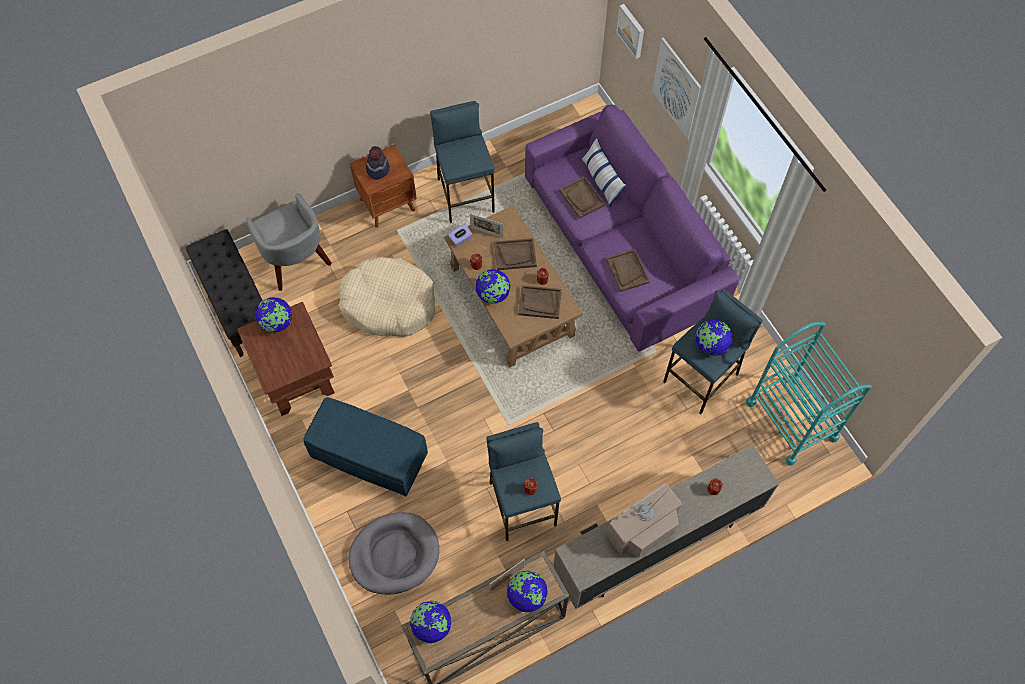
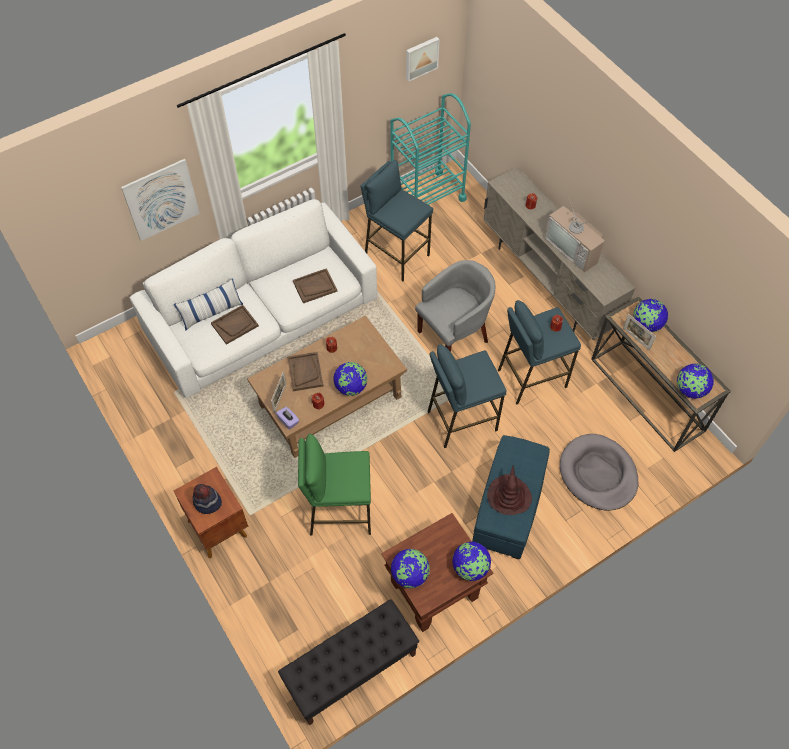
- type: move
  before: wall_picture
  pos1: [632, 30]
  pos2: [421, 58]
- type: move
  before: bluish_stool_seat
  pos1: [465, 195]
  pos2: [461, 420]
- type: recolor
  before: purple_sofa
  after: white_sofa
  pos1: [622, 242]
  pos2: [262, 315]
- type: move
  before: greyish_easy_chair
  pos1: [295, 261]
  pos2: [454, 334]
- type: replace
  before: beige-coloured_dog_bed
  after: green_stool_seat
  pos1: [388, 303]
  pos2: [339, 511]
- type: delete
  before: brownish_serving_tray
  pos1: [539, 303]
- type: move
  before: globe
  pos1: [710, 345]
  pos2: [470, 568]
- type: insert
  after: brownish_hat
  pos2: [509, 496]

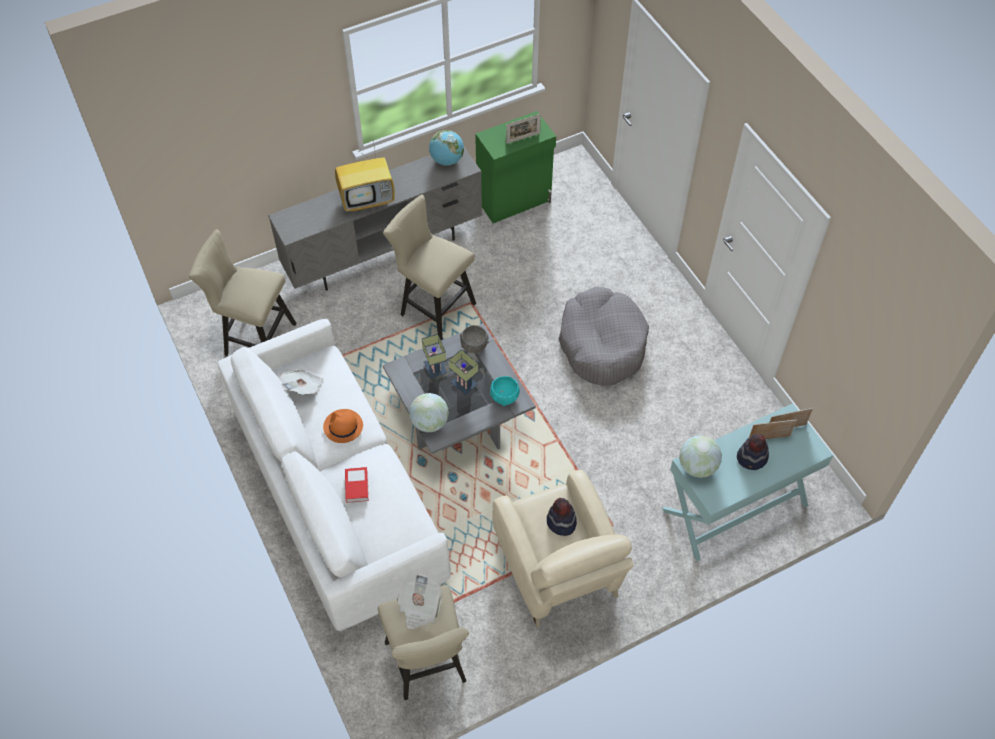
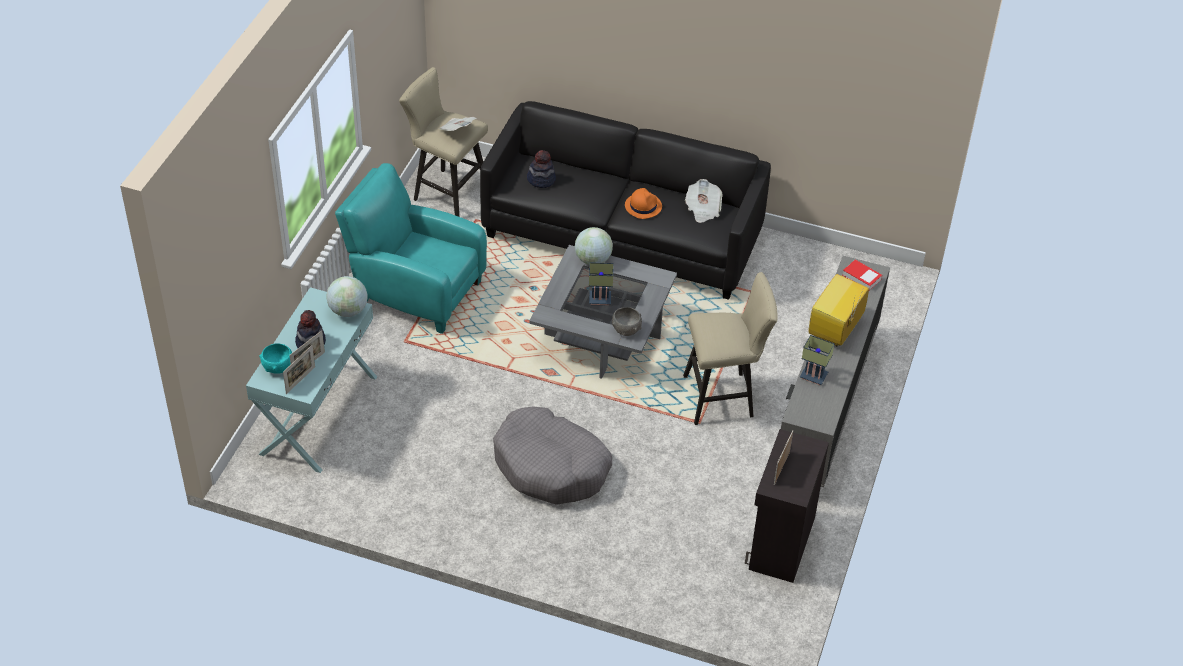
- type: recolor
  before: green_cupboard
  after: black-coloured_cupboard
  pos1: [515, 200]
  pos2: [780, 543]
- type: delete
  before: globe
  pos1: [447, 160]
- type: delete
  before: beige-coloured_stool_seat
  pos1: [255, 339]
- type: recolor
  before: white_sofa
  after: black-coloured_sofa
  pos1: [338, 494]
  pos2: [623, 235]
- type: move
  before: table_lamp
  pos1: [434, 368]
  pos2: [815, 376]
- type: move
  before: turquoise_serving_bowl
  pos1: [504, 397]
  pos2: [278, 367]
- type: move
  before: book
  pos1: [357, 486]
  pos2: [861, 277]
- type: recolor
  before: beige-coloured_easy_chair
  after: turquoise_easy_chair
  pos1: [558, 571]
  pos2: [415, 290]
- type: move
  before: hat
  pos1: [561, 522]
  pos2: [541, 179]

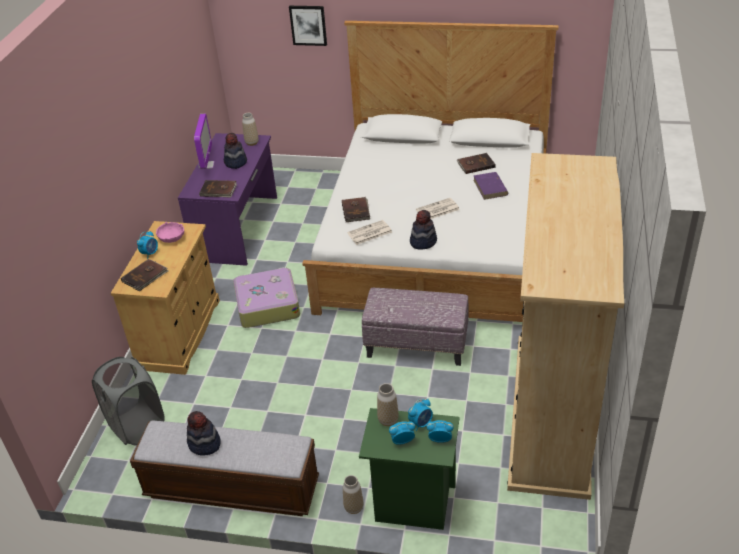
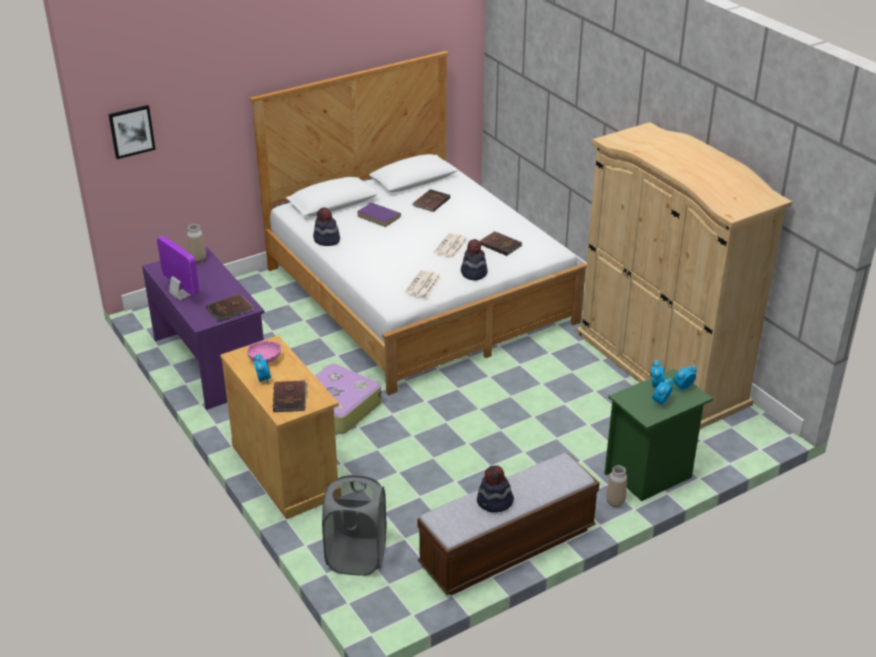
- type: move
  before: wall_picture
  pos1: [308, 25]
  pos2: [131, 131]
- type: move
  before: hat
  pos1: [235, 162]
  pos2: [326, 240]
- type: move
  before: purple_book
  pos1: [490, 188]
  pos2: [379, 216]
- type: move
  before: brownish_book
  pos1: [356, 211]
  pos2: [500, 245]
- type: delete
  before: pouffe
  pos1: [417, 345]
- type: delete
  before: decorative_vase
  pos1: [388, 420]

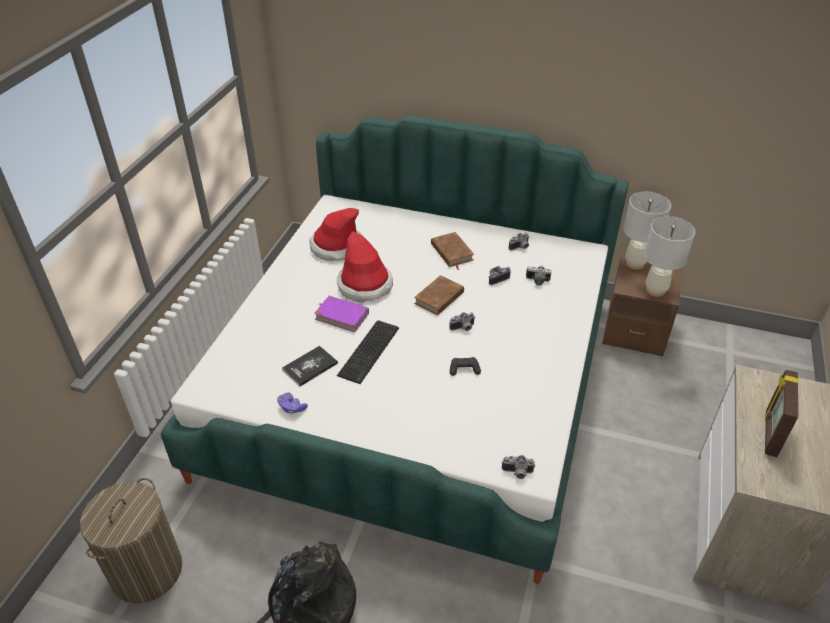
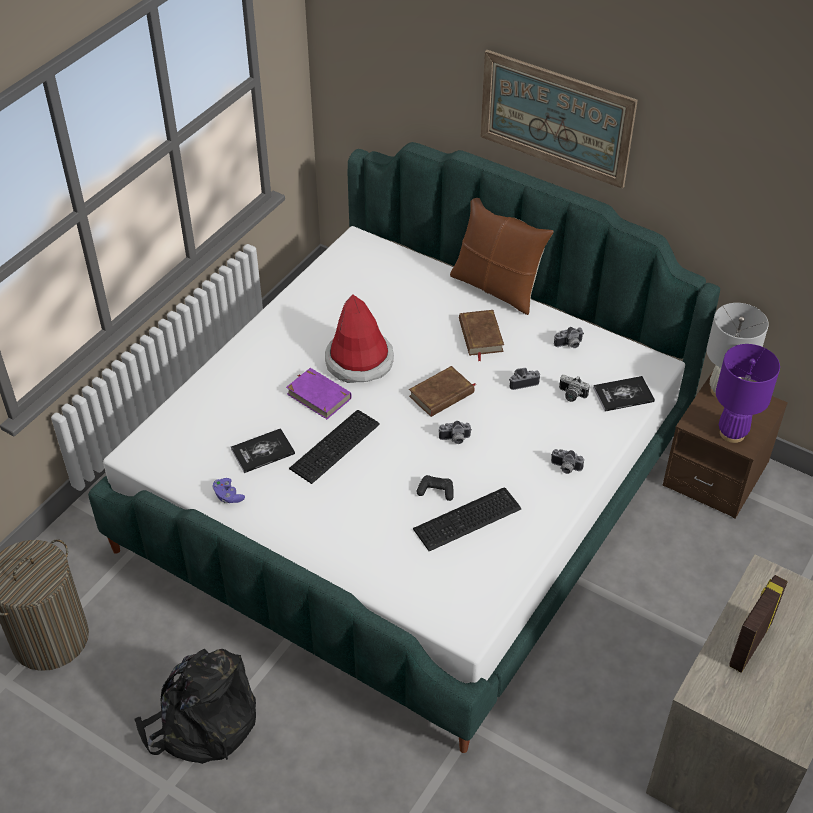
- type: delete
  before: hat
  pos1: [336, 246]
- type: recolor
  before: white_table_lamp
  after: purple_table_lamp
  pos1: [655, 290]
  pos2: [732, 433]
- type: move
  before: photo_camera
  pos1: [517, 473]
  pos2: [565, 468]
- type: insert
  after: wall_picture
  pos2: [556, 118]
- type: insert
  after: brownish_pillow
  pos2: [496, 288]
- type: insert
  after: book
  pos2: [623, 395]
- type: insert
  after: computer_keyboard
  pos2: [469, 520]

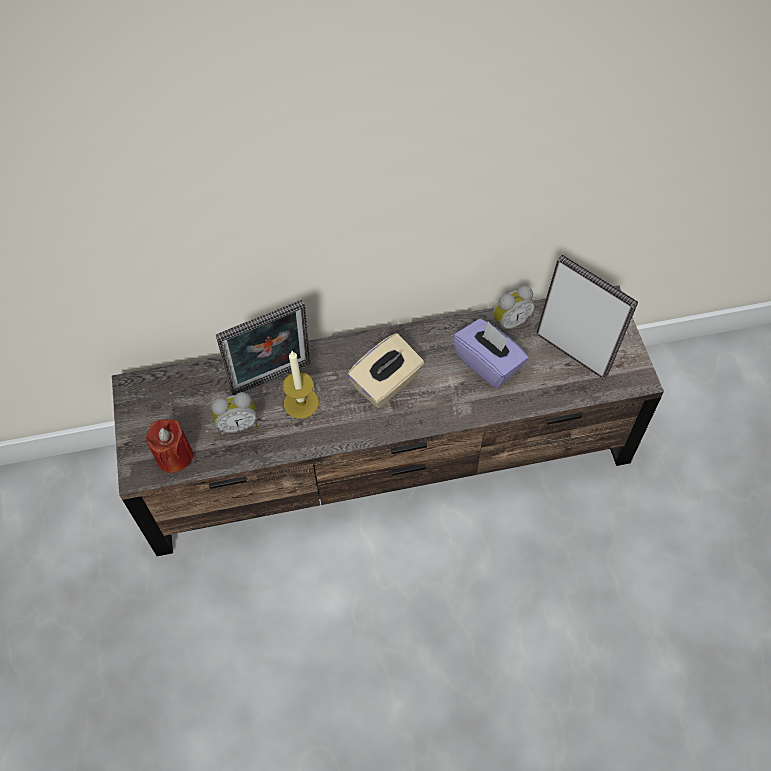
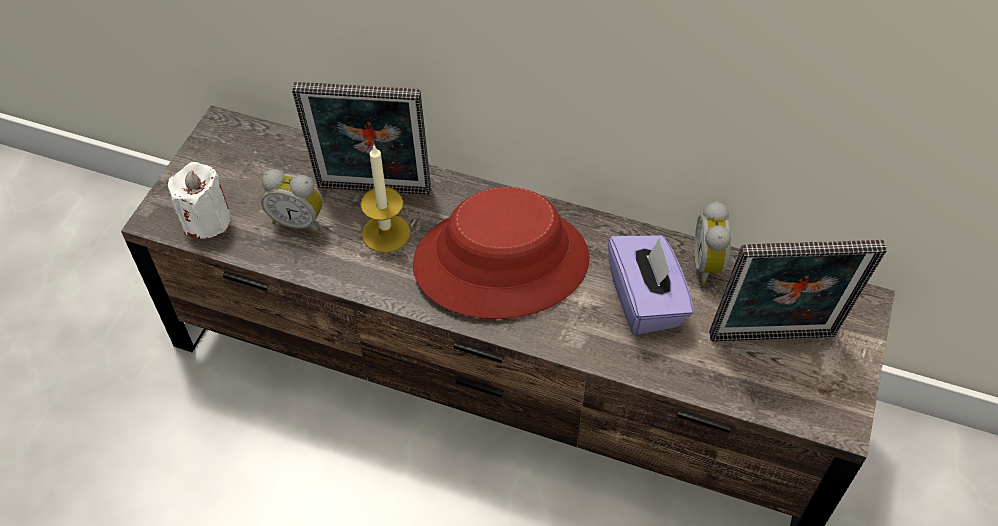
- type: rotate
  before: picture_frame
  pos1: [574, 350]
  pos2: [773, 341]
  turn: 105
- type: rotate
  before: table_clock
  pos1: [510, 322]
  pos2: [710, 265]
  turn: 90
- type: replace
  before: beige-coloured_tissue_holder
  after: red-coloured_hat
  pos1: [387, 383]
  pos2: [501, 261]
- type: recolor
  before: red-coloured_wax_light
  after: white_wax_light
  pos1: [174, 456]
  pos2: [206, 220]

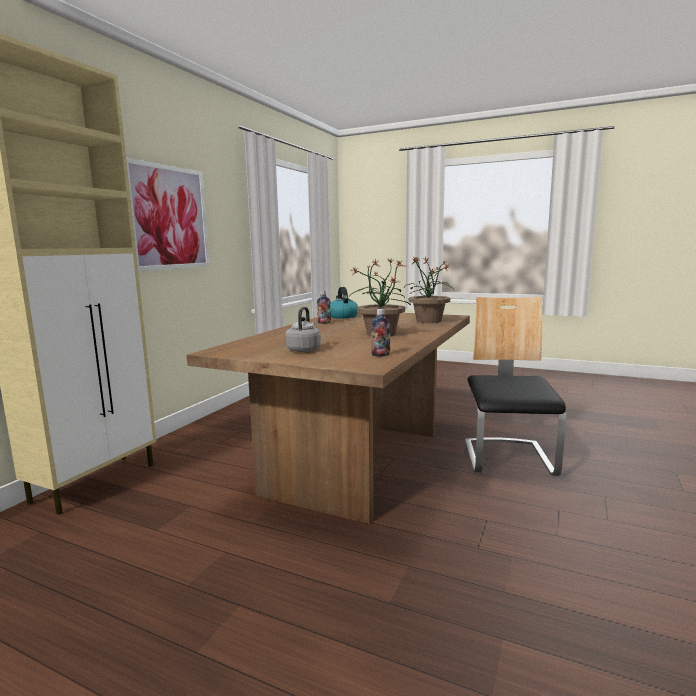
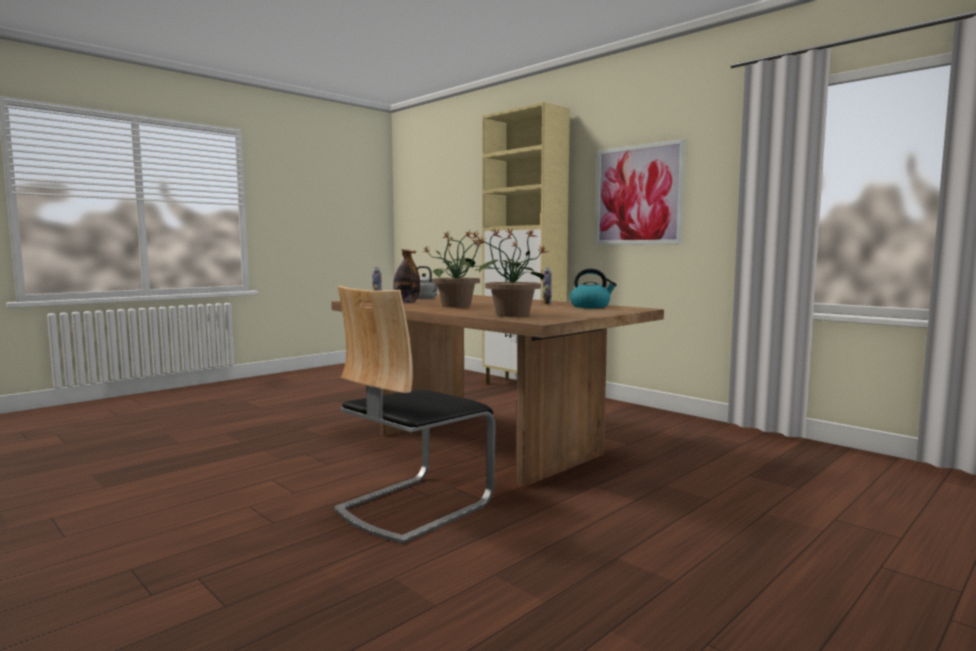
- type: rotate
  before: upright_chair
  pos1: [508, 458]
  pos2: [413, 506]
  turn: 105
- type: insert
  after: bottle
  pos2: [406, 302]

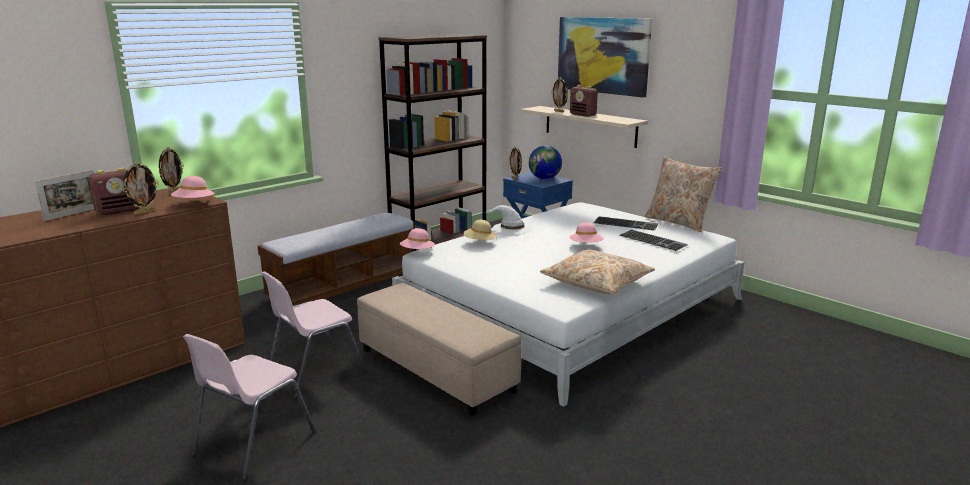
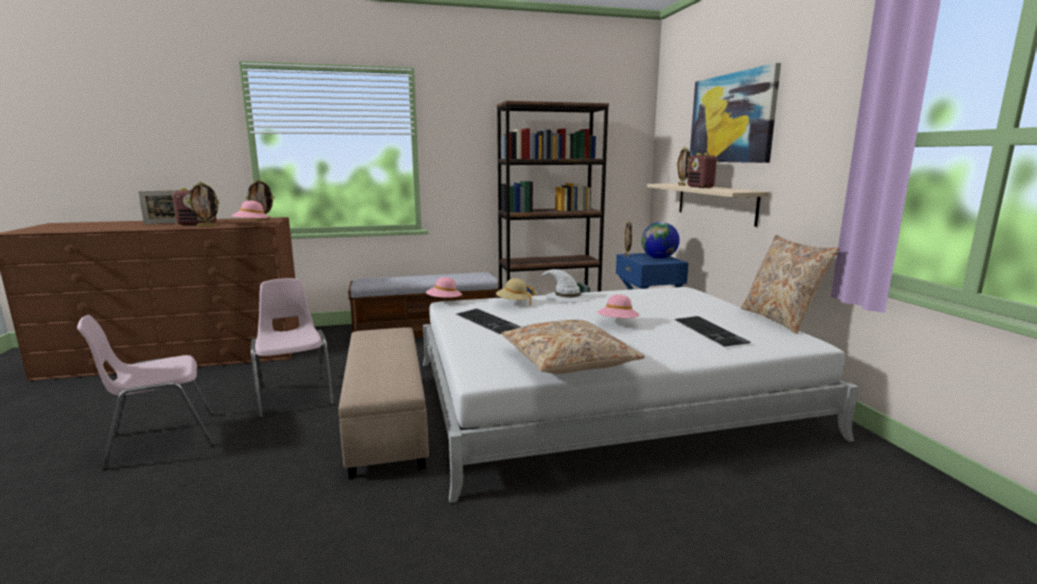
- type: move
  before: computer_keyboard
  pos1: [626, 223]
  pos2: [489, 321]
- type: rotate
  before: pink-coloured_upright_chair
  pos1: [314, 373]
  pos2: [295, 395]
  turn: 75

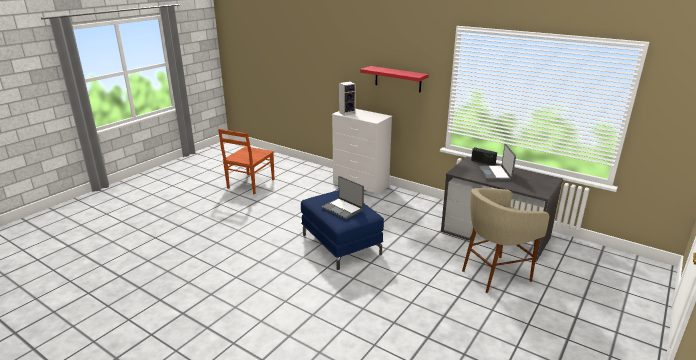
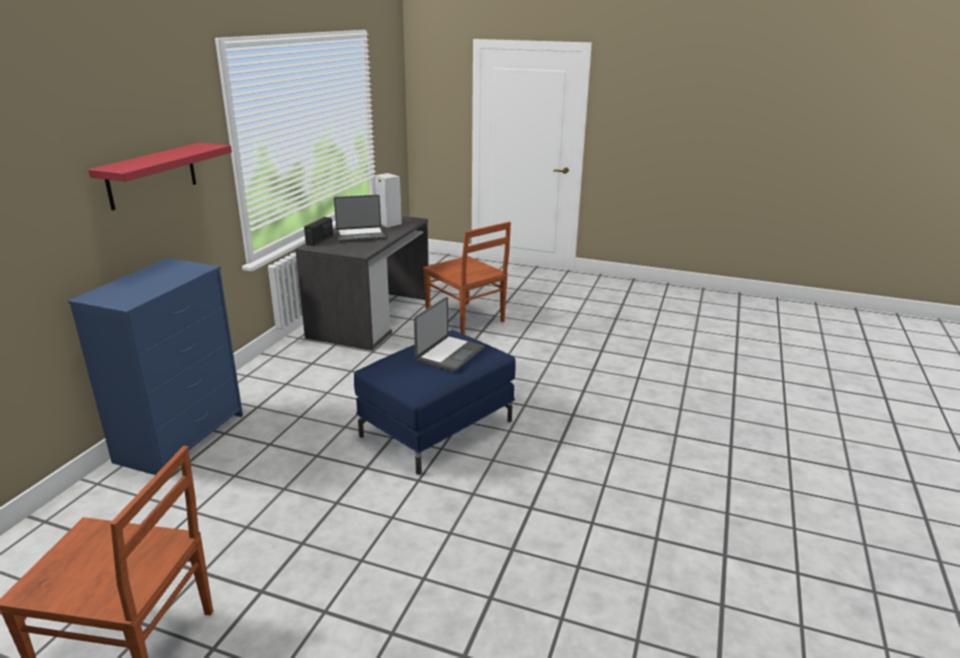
- type: move
  before: audio_speaker
  pos1: [347, 112]
  pos2: [387, 223]
- type: recolor
  before: white_dresser
  after: bluish_dresser
  pos1: [361, 184]
  pos2: [181, 437]
- type: replace
  before: beige-coloured_stool_seat
  after: brownish_upright_chair
  pos1: [494, 275]
  pos2: [466, 319]

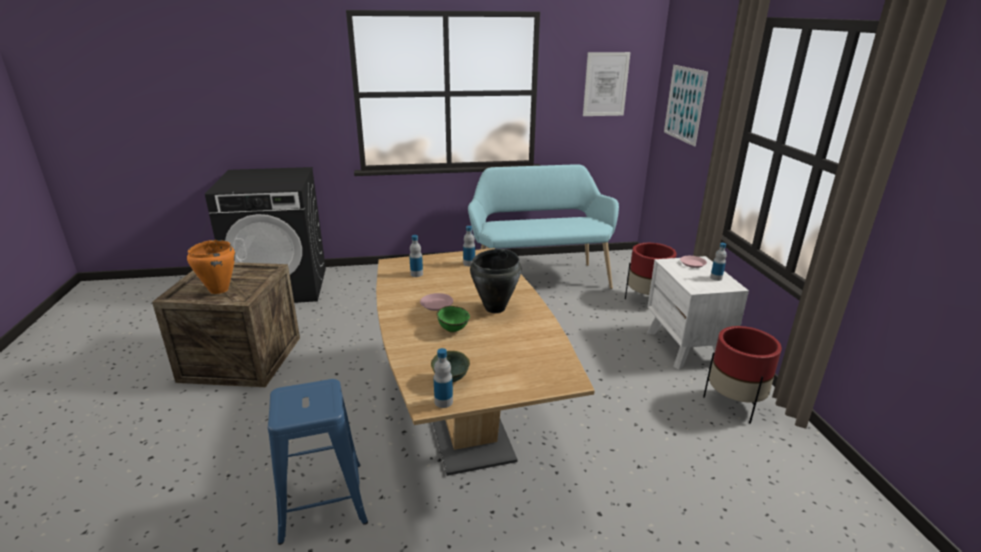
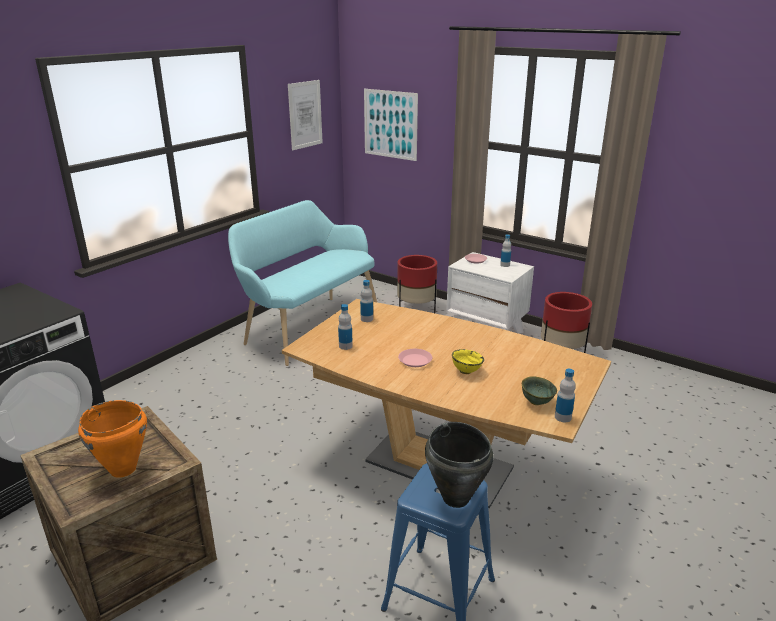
- type: move
  before: black-coloured_saucepot
  pos1: [495, 308]
  pos2: [456, 498]
- type: recolor
  before: green_serving_bowl
  after: yellowish_serving_bowl
  pos1: [453, 329]
  pos2: [466, 371]

